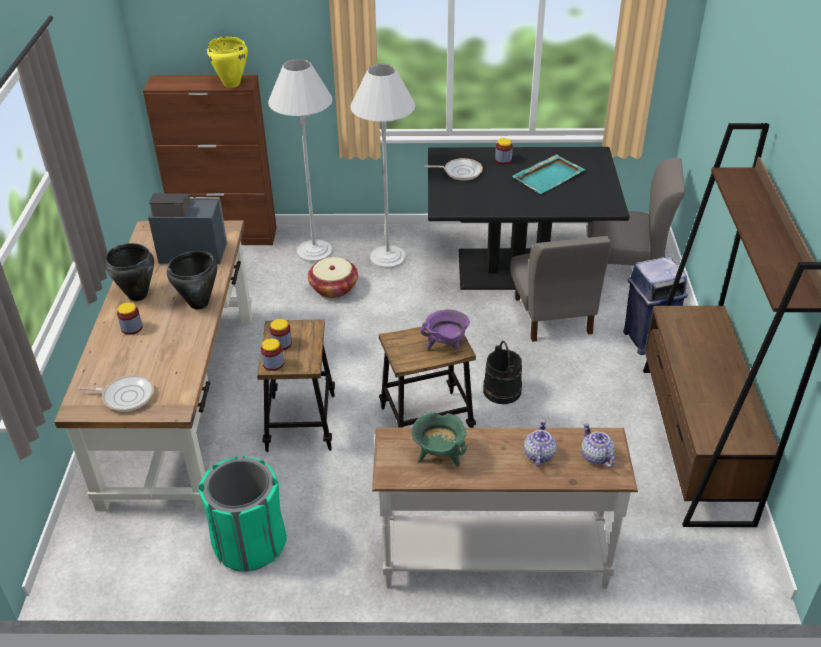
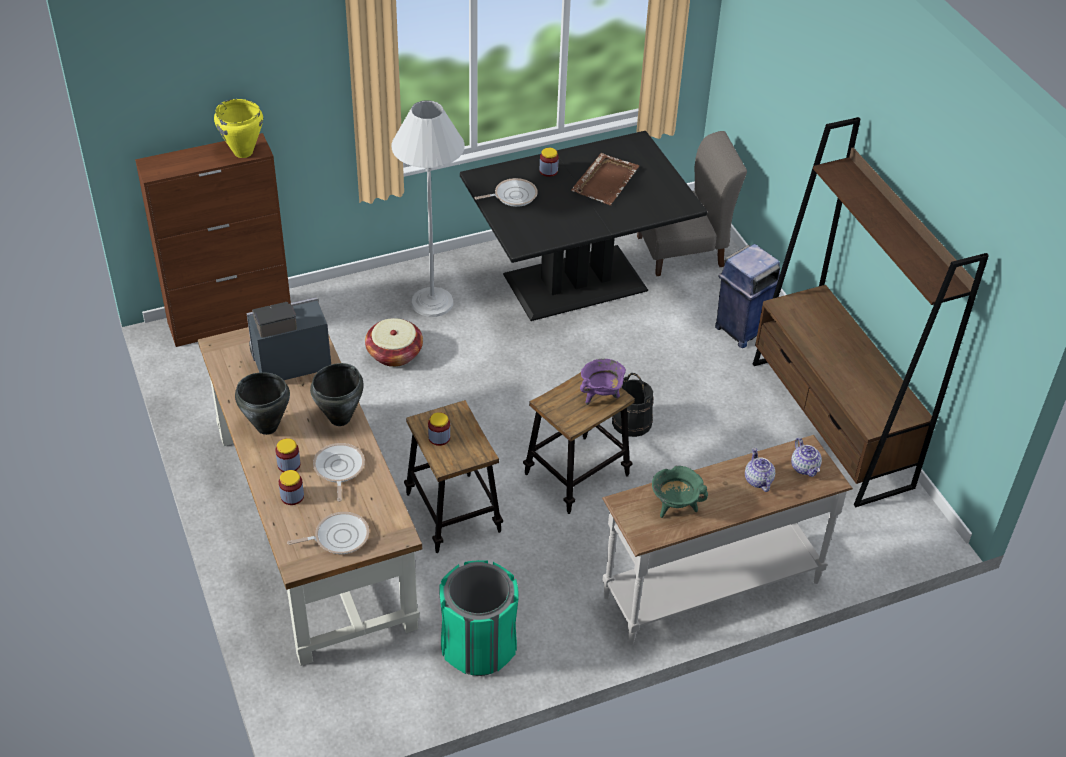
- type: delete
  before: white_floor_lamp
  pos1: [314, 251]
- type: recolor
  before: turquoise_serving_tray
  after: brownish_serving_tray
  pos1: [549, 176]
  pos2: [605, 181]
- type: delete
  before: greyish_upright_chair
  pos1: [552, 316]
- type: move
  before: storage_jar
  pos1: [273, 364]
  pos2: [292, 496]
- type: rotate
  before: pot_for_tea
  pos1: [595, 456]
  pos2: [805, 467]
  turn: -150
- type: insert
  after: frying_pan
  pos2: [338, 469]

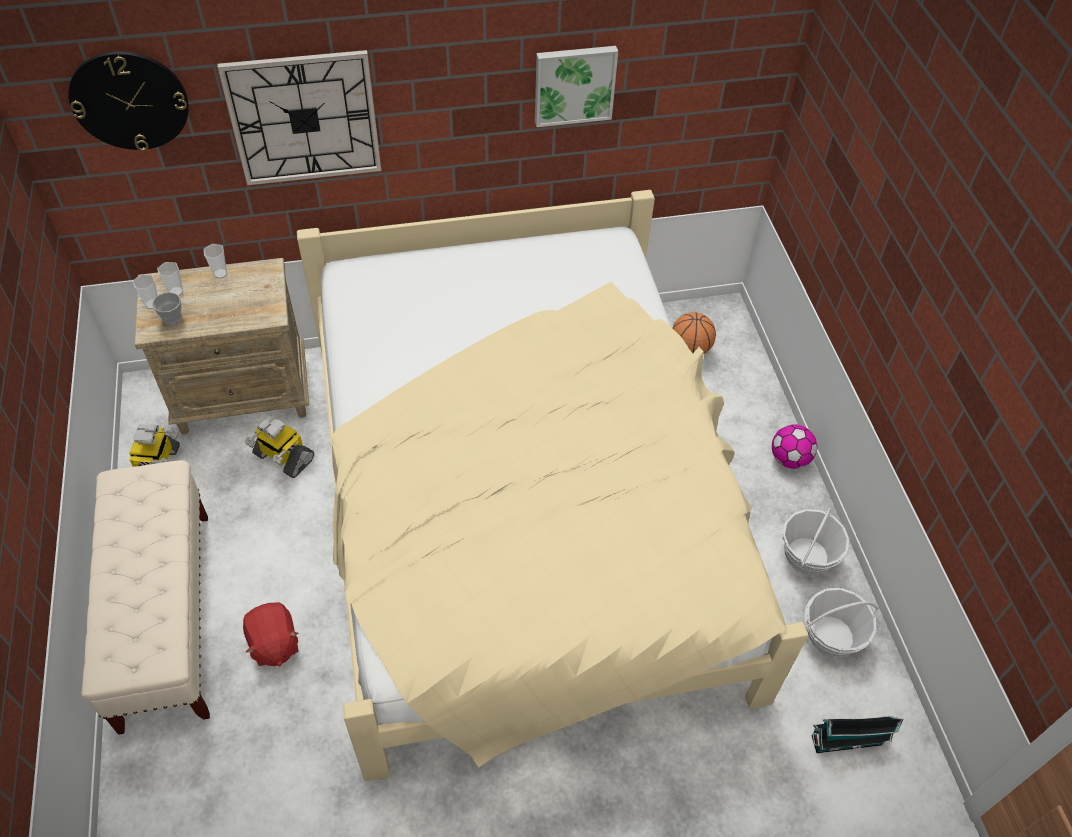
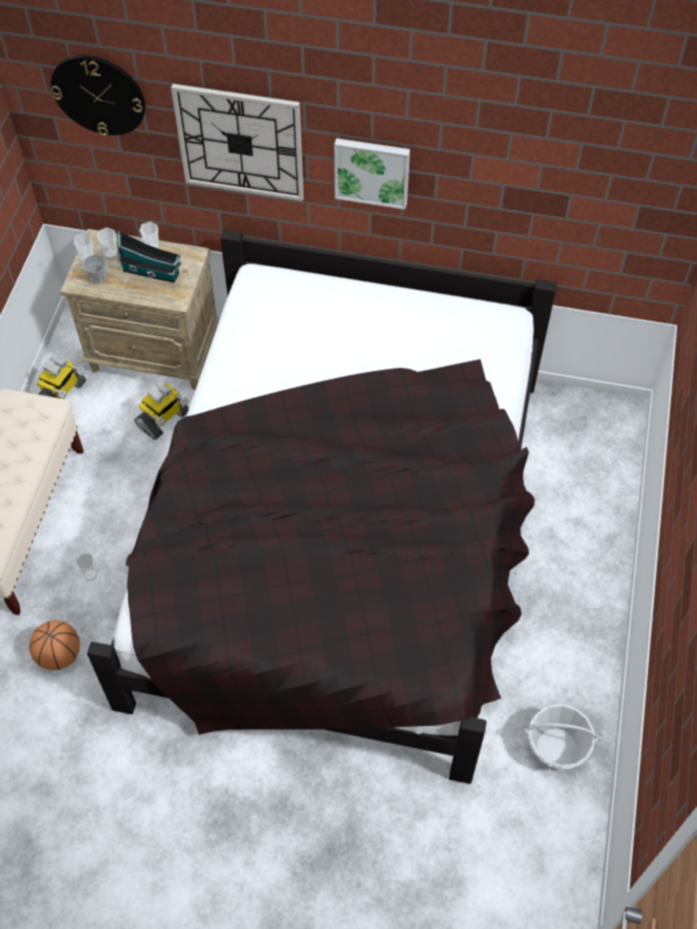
- type: move
  before: wall_picture
  pos1: [574, 84]
  pos2: [372, 171]
- type: recolor
  before: beige-coloured_bedroom_bed
  after: black-coloured_bedroom_bed
  pos1: [524, 510]
  pos2: [342, 537]
- type: move
  before: ball_for_basketball
  pos1: [690, 349]
  pos2: [59, 655]
- type: rotate
  before: model_robot
  pos1: [283, 457]
  pos2: [163, 419]
  turn: -105
- type: delete
  before: football_ball
  pos1: [789, 459]
- type: delete
  before: storage_basket
  pos1: [807, 556]
- type: replace
  before: red-coloured_soft_toy
  after: cup
  pos1: [273, 644]
  pos2: [90, 575]
- type: move
  before: miniature_house
  pos1: [849, 740]
  pos2: [153, 272]

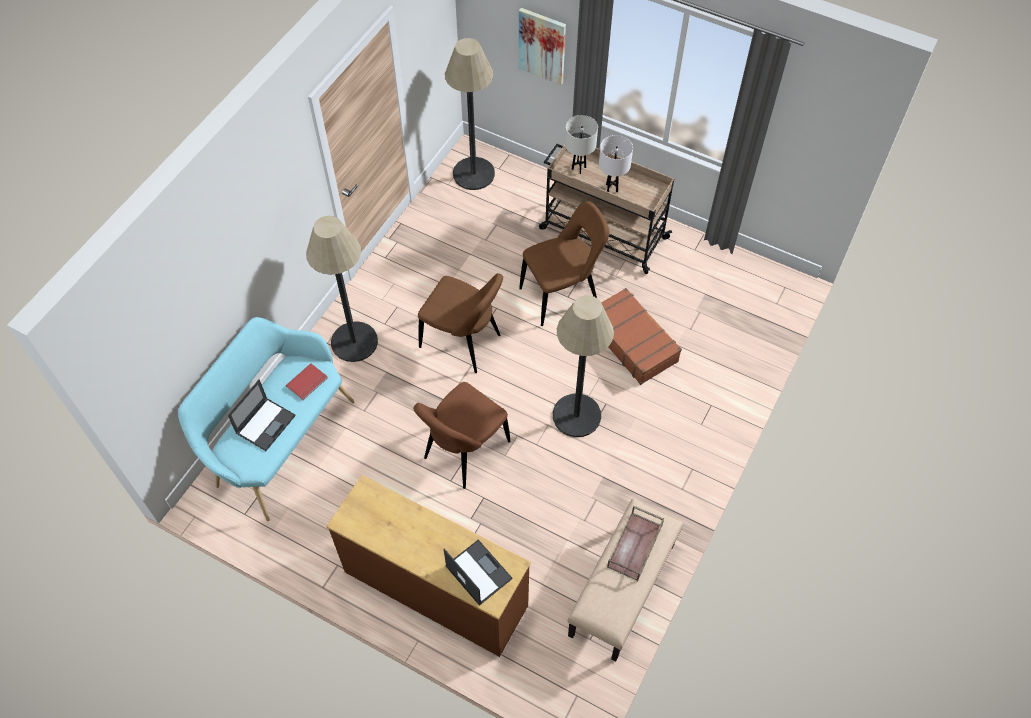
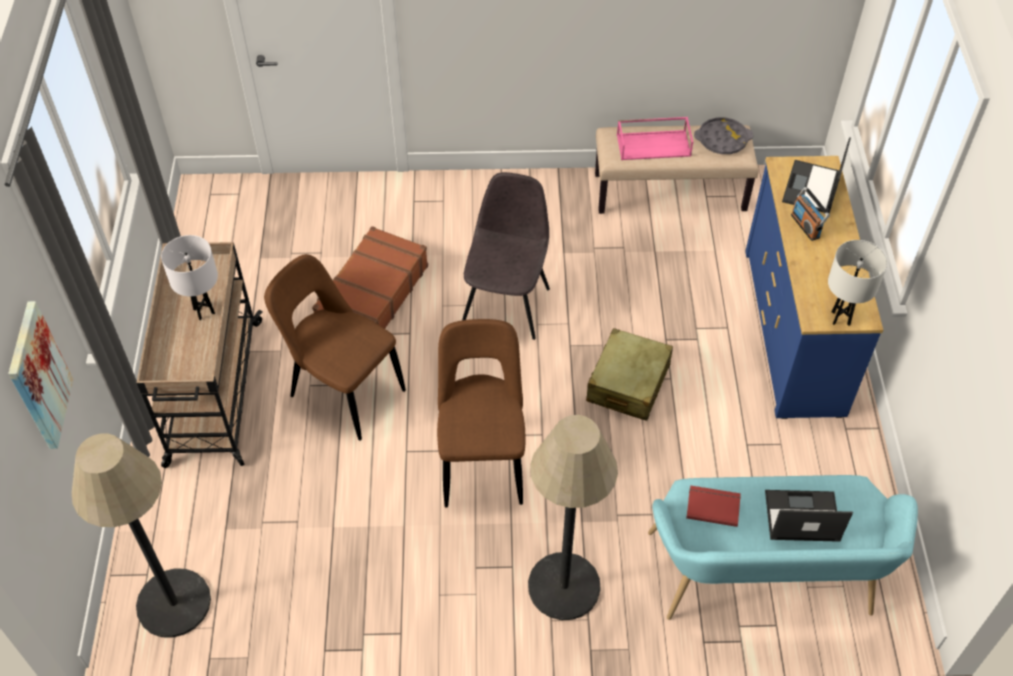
- type: move
  before: white_table_lamp
  pos1: [579, 168]
  pos2: [840, 318]
- type: replace
  before: floor_lamp
  after: greyish_upright_chair
  pos1: [576, 415]
  pos2: [506, 304]
- type: replace
  before: brownish_upright_chair
  after: beige-coloured_suitcase
  pos1: [464, 452]
  pos2: [628, 383]
- type: recolor
  before: brownish_dresser
  after: bluish_dresser
  pos1: [435, 589]
  pos2: [794, 330]
- type: recolor
  before: brownish_serving_tray
  after: pink-coloured_serving_tray
  pos1: [635, 547]
  pos2: [654, 144]
- type: insert
  after: greyish_serving_tray
  pos2: [722, 139]
- type: insert
  after: radio
  pos2: [805, 226]

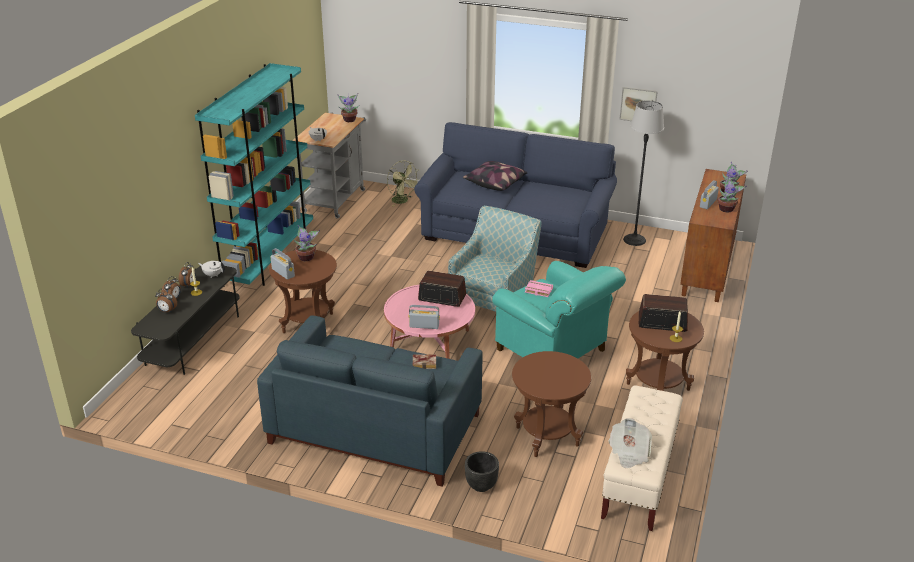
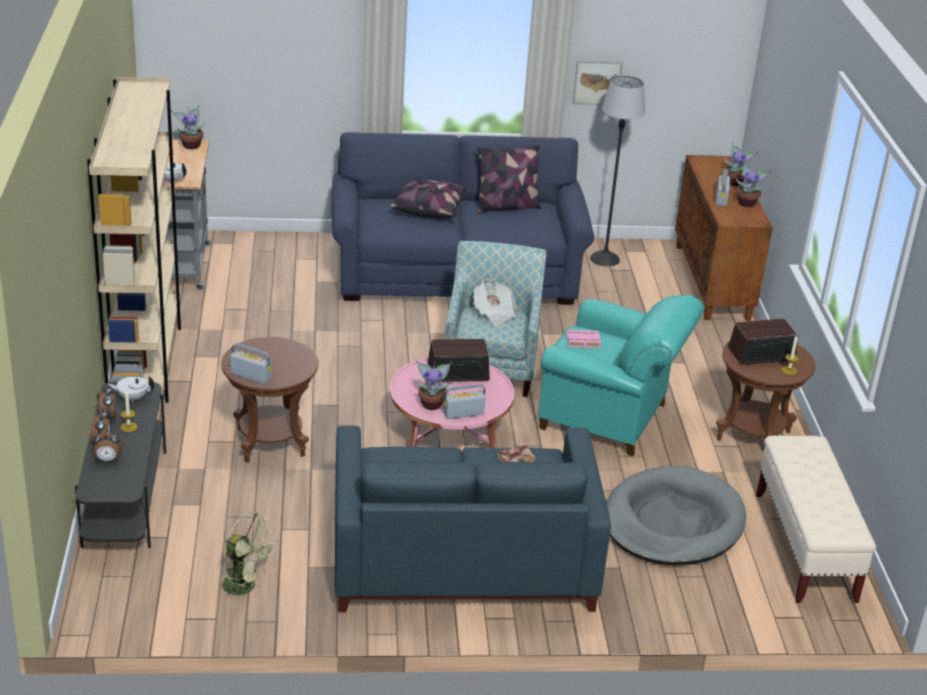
- type: recolor
  before: turquoise_bookshelf
  after: beige-coloured_bookshelf
  pos1: [269, 258]
  pos2: [146, 363]
- type: move
  before: green_cooling_fan
  pos1: [403, 201]
  pos2: [246, 586]
- type: move
  before: potted_plant
  pos1: [307, 257]
  pos2: [432, 403]
- type: replace
  before: brownish_side_table
  after: greyish_dog_bed
  pos1: [547, 437]
  pos2: [672, 522]
- type: move
  before: newspaper
  pos1: [629, 453]
  pos2: [494, 313]
- type: delete
  before: black-coloured_flower_pot
  pos1: [481, 486]
- type: insert
  after: pillow
  pos2: [506, 206]

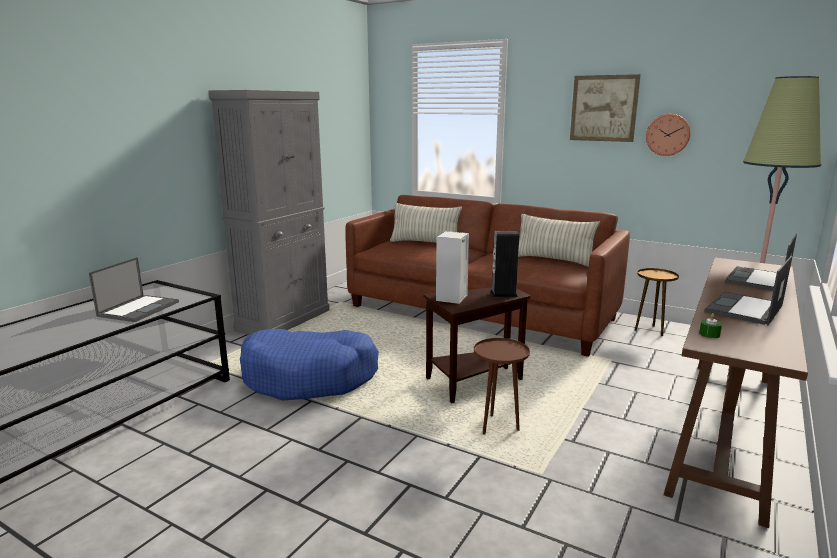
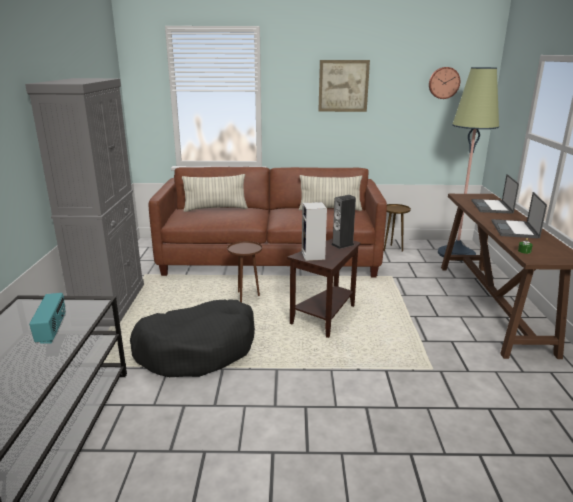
- type: move
  before: wall_clock
  pos1: [668, 134]
  pos2: [443, 83]
- type: replace
  before: laptop
  after: radio
  pos1: [139, 308]
  pos2: [52, 330]
- type: recolor
  before: bluish_dog_bed
  after: black-coloured_dog_bed
  pos1: [310, 377]
  pos2: [198, 349]
- type: move
  before: brownish_side_table
  pos1: [497, 426]
  pos2: [246, 297]

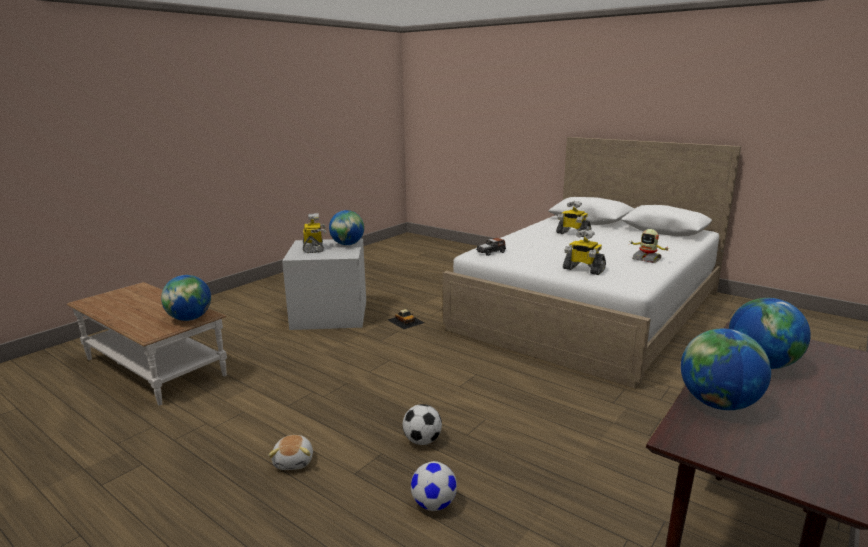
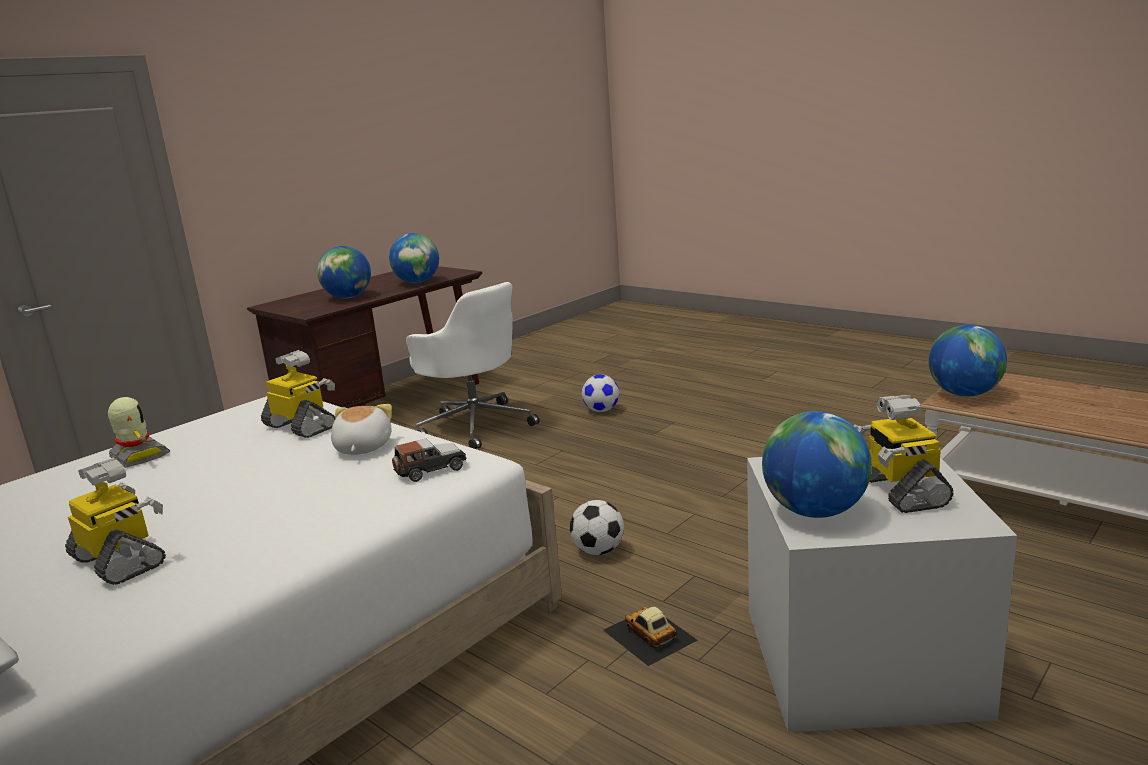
- type: move
  before: football_ball
  pos1: [422, 441]
  pos2: [598, 551]
- type: move
  before: soft_toy
  pos1: [294, 461]
  pos2: [361, 448]
- type: insert
  after: white_computer_chair
  pos2: [475, 425]

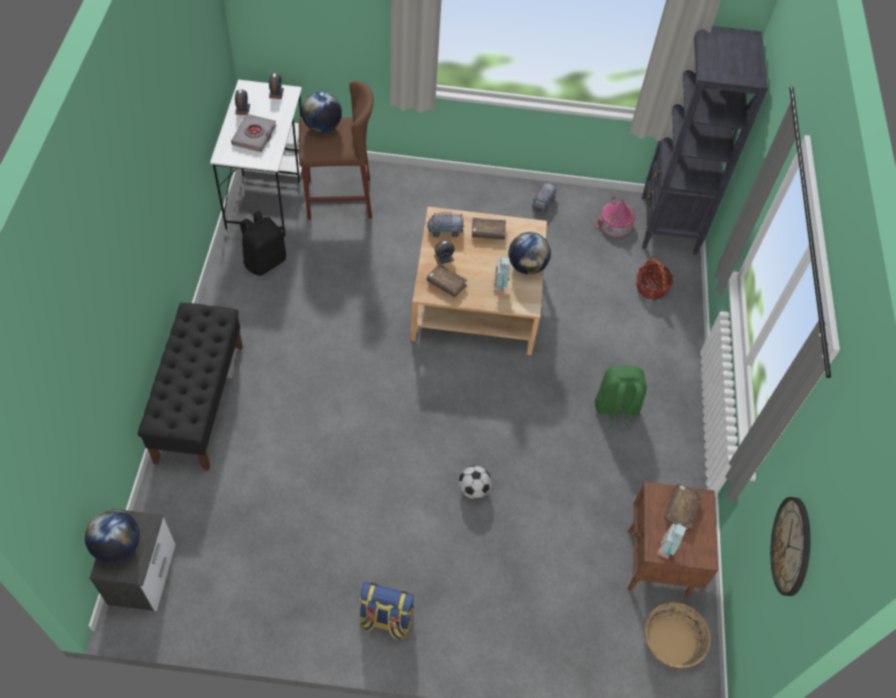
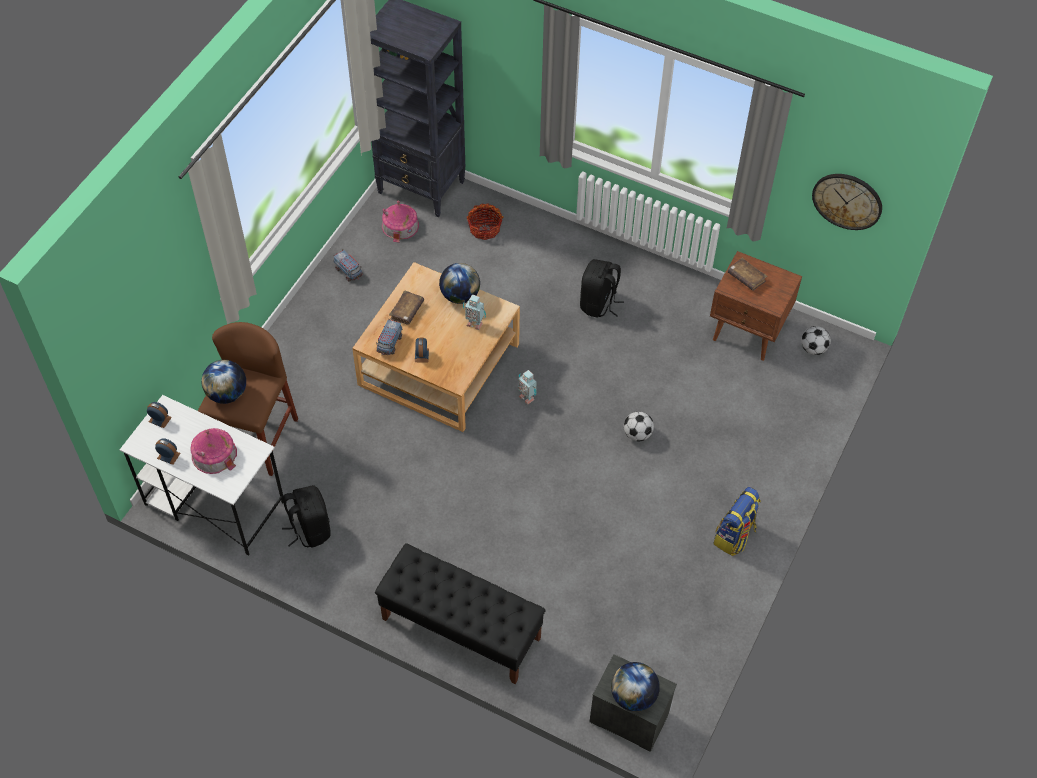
- type: replace
  before: greyish_book
  after: miniature_house
  pos1: [254, 135]
  pos2: [214, 454]
- type: delete
  before: brownish_book
  pos1: [446, 284]
- type: recolor
  before: green_backpack
  after: black-coloured_backpack
  pos1: [616, 408]
  pos2: [598, 304]
- type: move
  before: model_robot
  pos1: [666, 549]
  pos2: [527, 397]
- type: replace
  before: storage_basket
  after: football_ball
  pos1: [672, 642]
  pos2: [813, 349]

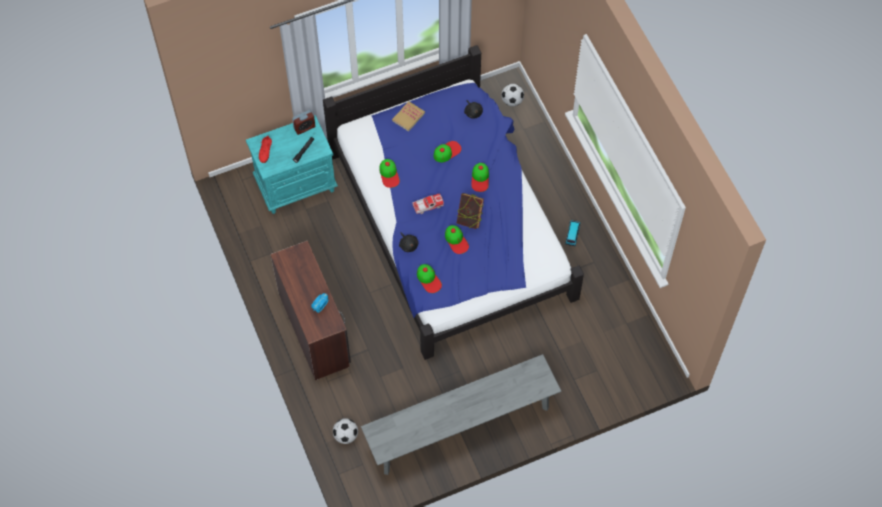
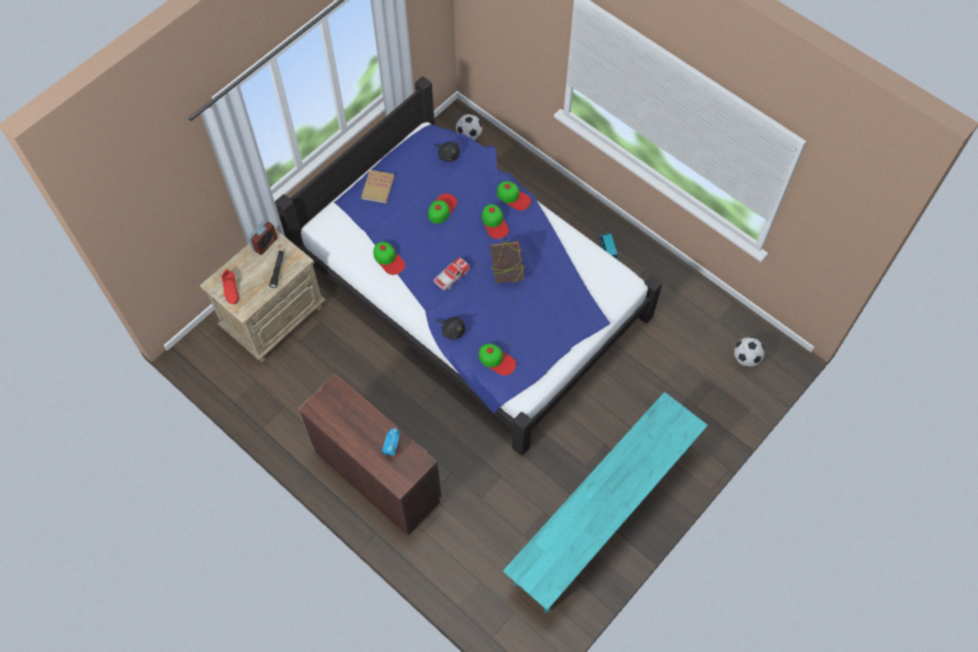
- type: recolor
  before: turquoise_bedside_table
  after: beige-coloured_bedside_table
  pos1: [296, 185]
  pos2: [275, 318]
- type: move
  before: peaked_cap
  pos1: [456, 240]
  pos2: [513, 197]
- type: recolor
  before: greyish_bench
  after: turquoise_bench
  pos1: [461, 427]
  pos2: [602, 516]
- type: move
  before: football_ball
  pos1: [346, 435]
  pos2: [746, 358]

